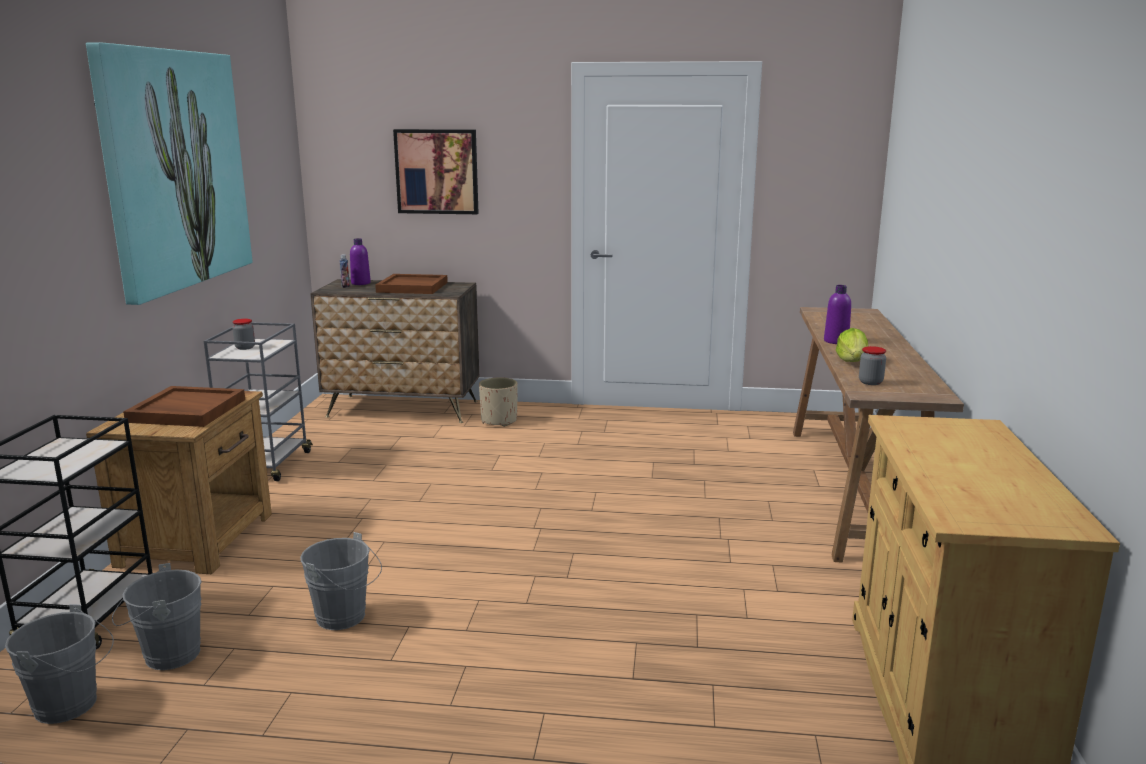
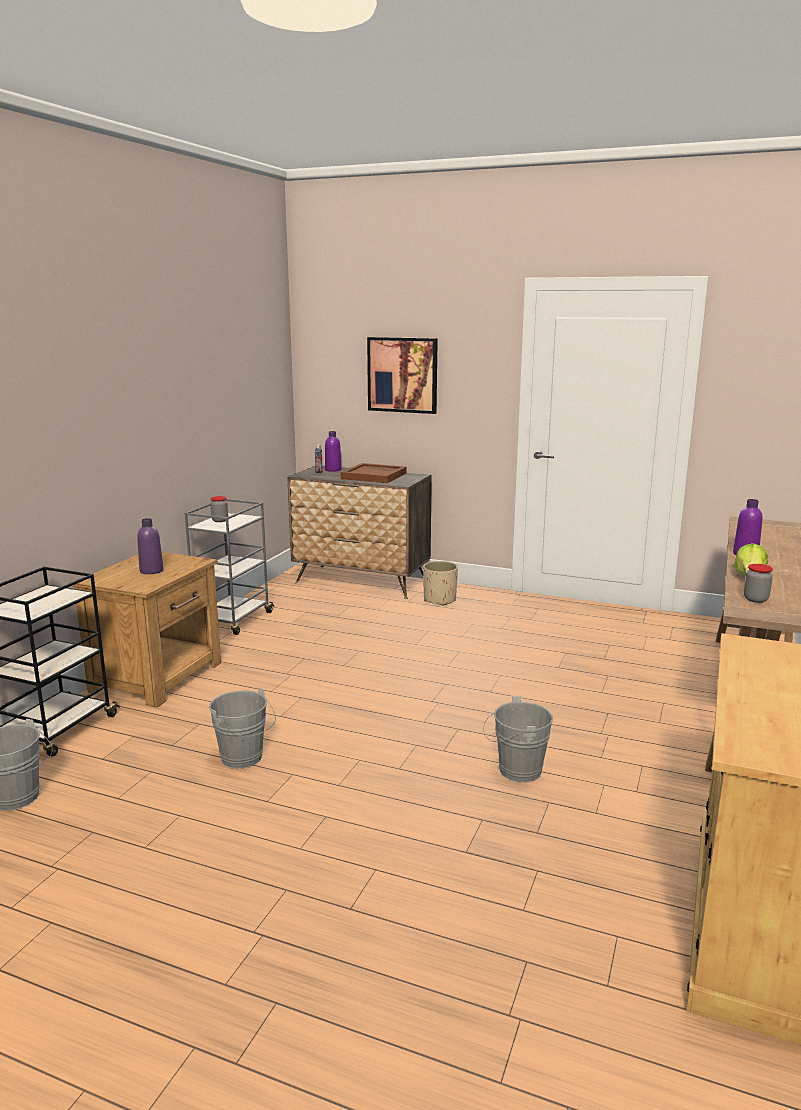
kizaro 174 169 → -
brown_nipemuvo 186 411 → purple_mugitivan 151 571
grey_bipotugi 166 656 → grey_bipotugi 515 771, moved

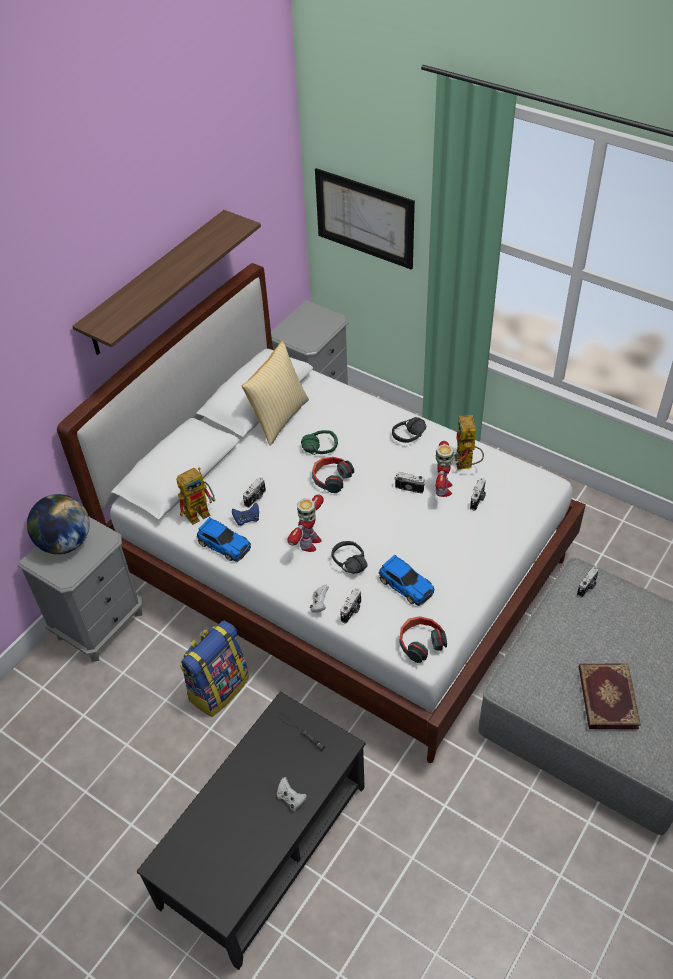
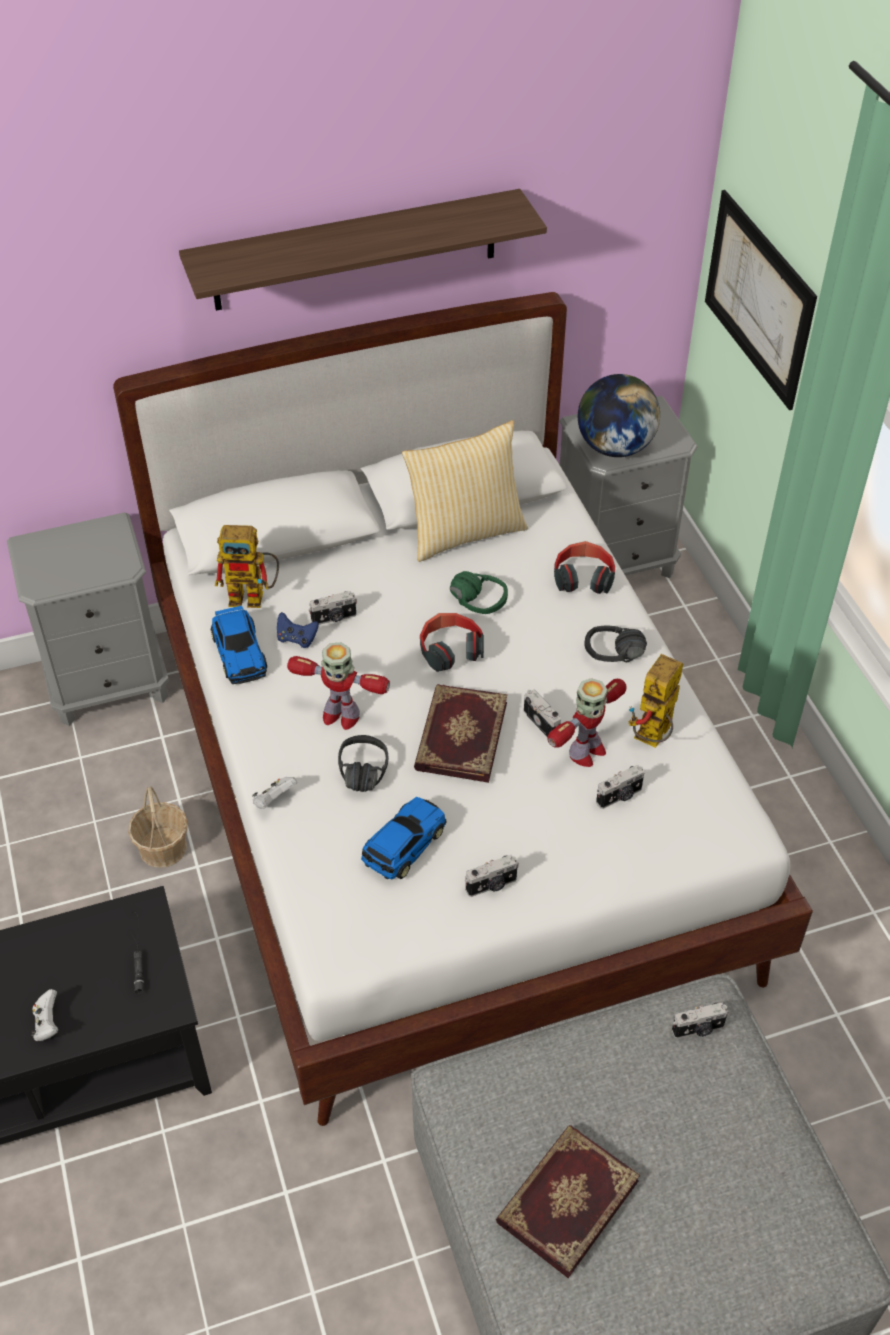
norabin 65 543 → norabin 615 447, moved
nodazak 309 543 → nodazak 340 715, 45 degrees clockwise
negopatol 405 584 → negopatol 402 845, 135 degrees counterclockwise
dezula 352 611 → dezula 492 886, moved
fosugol 420 643 → fosugol 583 577, moved
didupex 218 688 → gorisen 163 847
- → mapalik 459 735

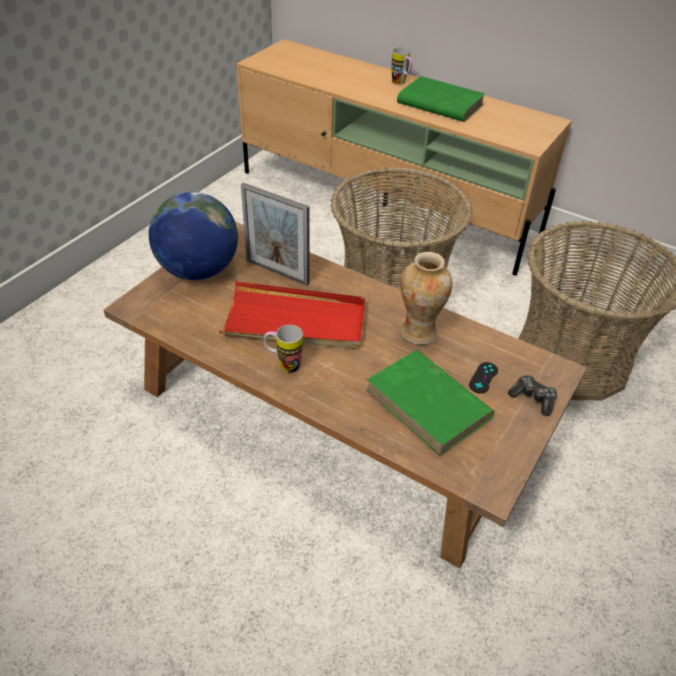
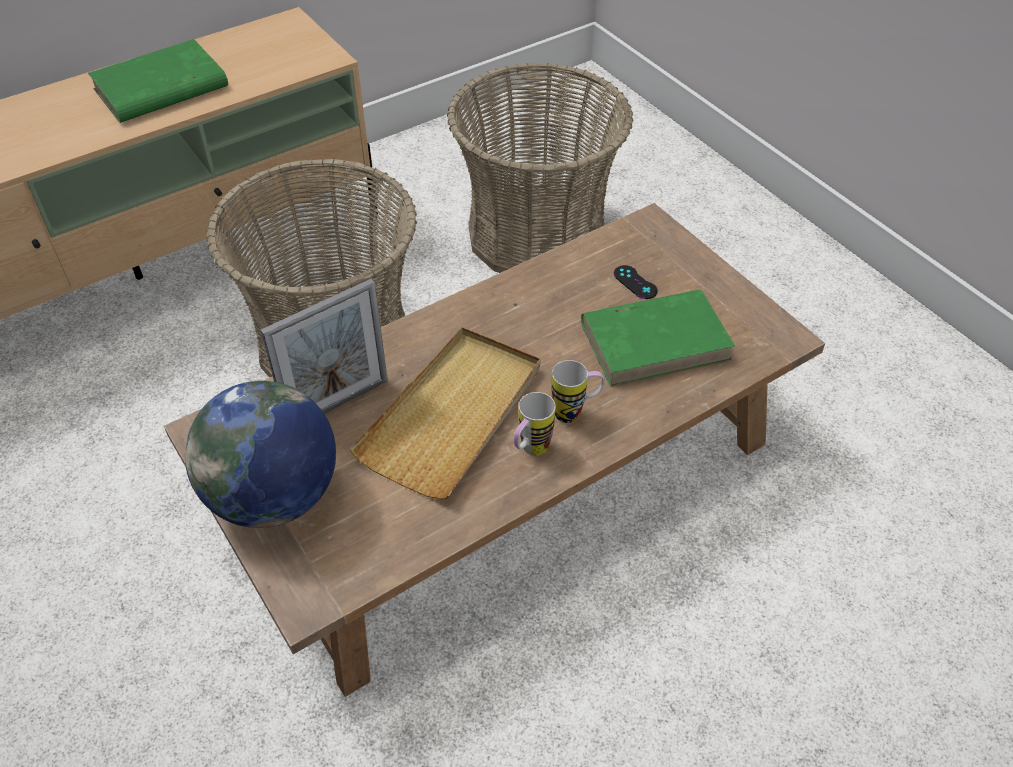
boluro 401 83 → boluro 575 412, moved
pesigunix 419 333 → -
red_nipemuvo 295 321 → beige_nipemuvo 453 414
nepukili 533 399 → -

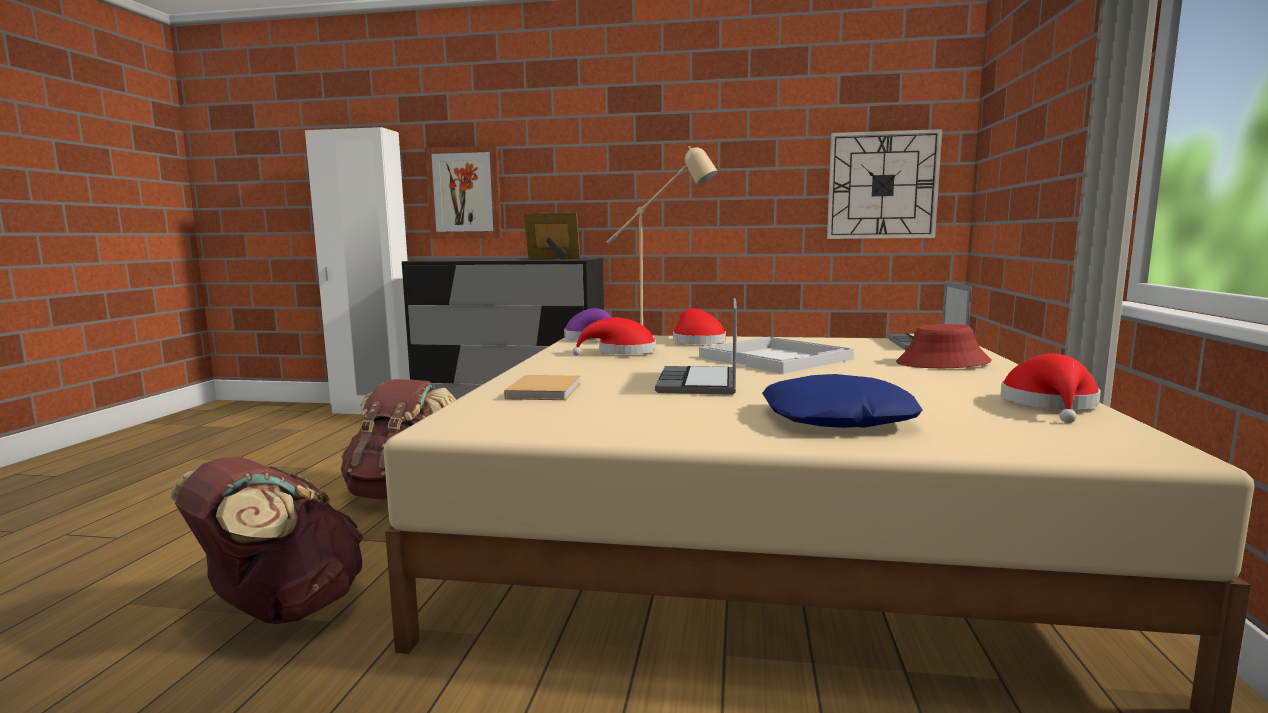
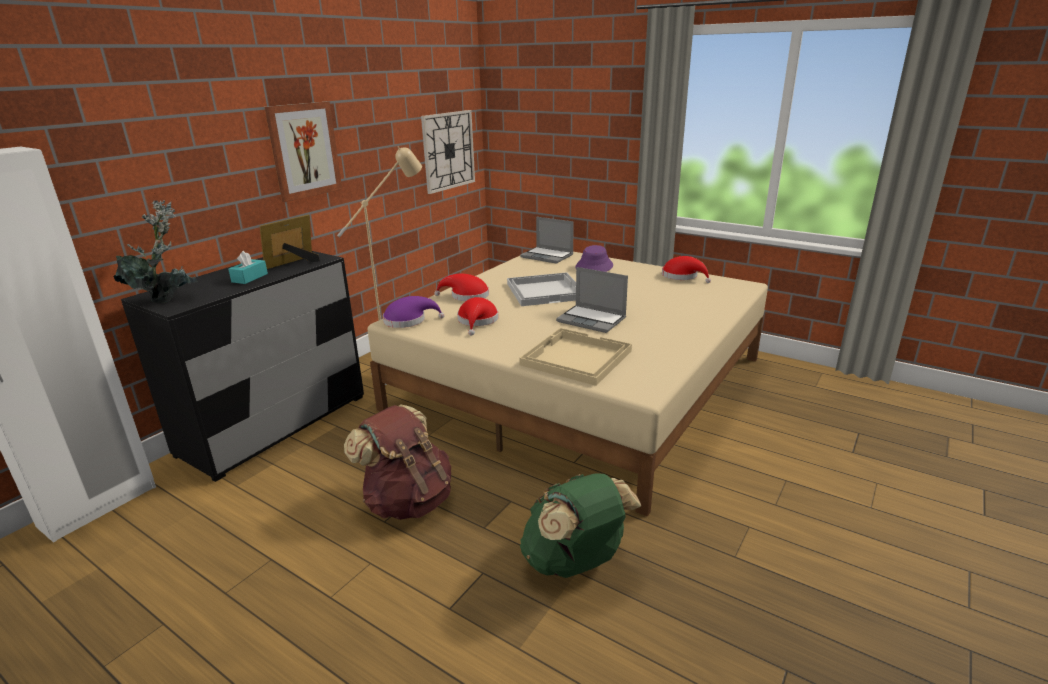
kizaro 464 193 → kizaro 304 150, moved
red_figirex 943 363 → purple_figirex 594 267
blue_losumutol 837 418 → -
beige_mapalik 545 390 → beige_nipemuvo 575 358
brown_didupex 281 609 → green_didupex 575 562
- → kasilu 165 298
- → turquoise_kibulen 250 278

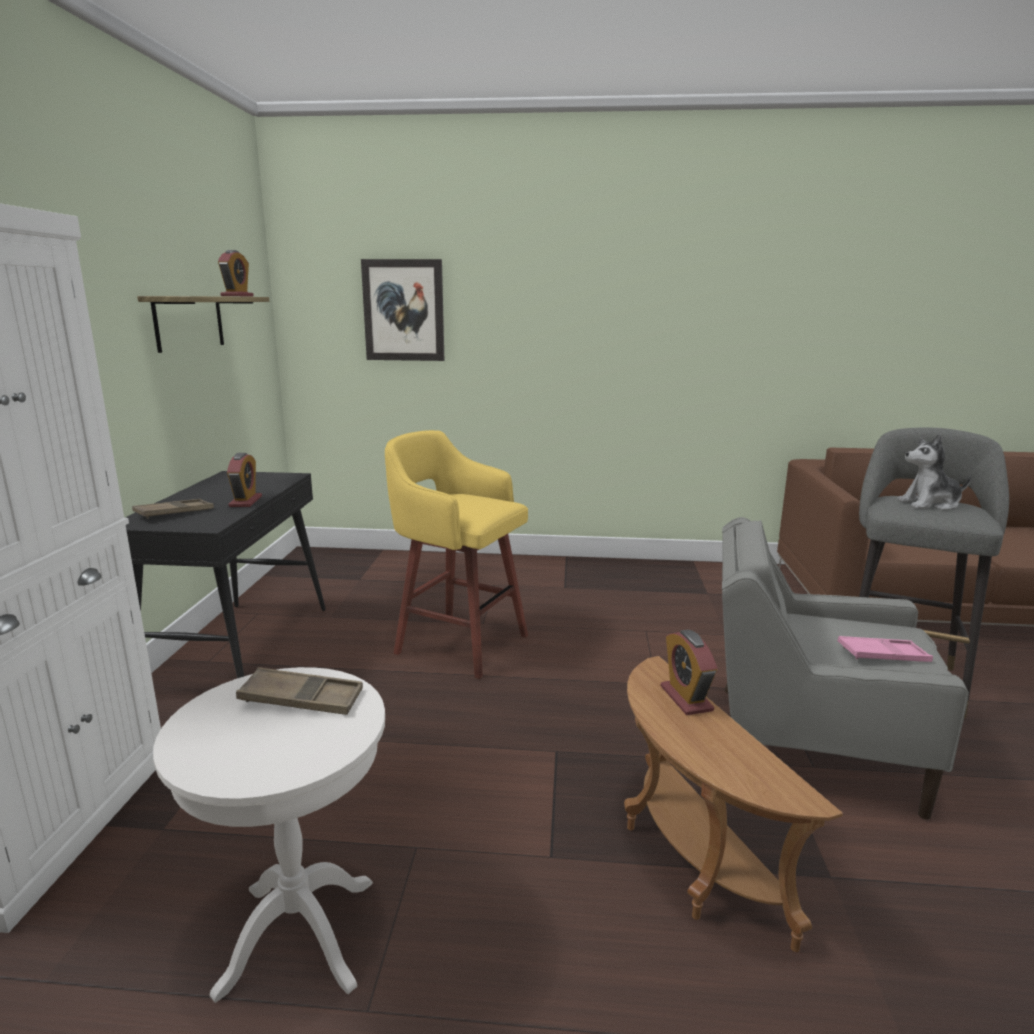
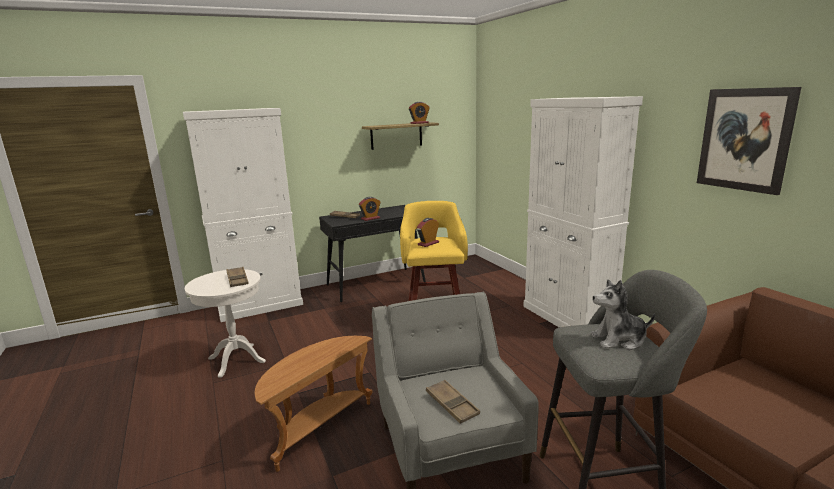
kizaro 404 310 → kizaro 745 139, moved
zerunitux 930 504 → zerunitux 619 340, 60 degrees counterclockwise
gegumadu 686 698 → gegumadu 428 243, moved
pink_nipemuvo 883 655 → brown_nipemuvo 452 405
- → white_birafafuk 568 318

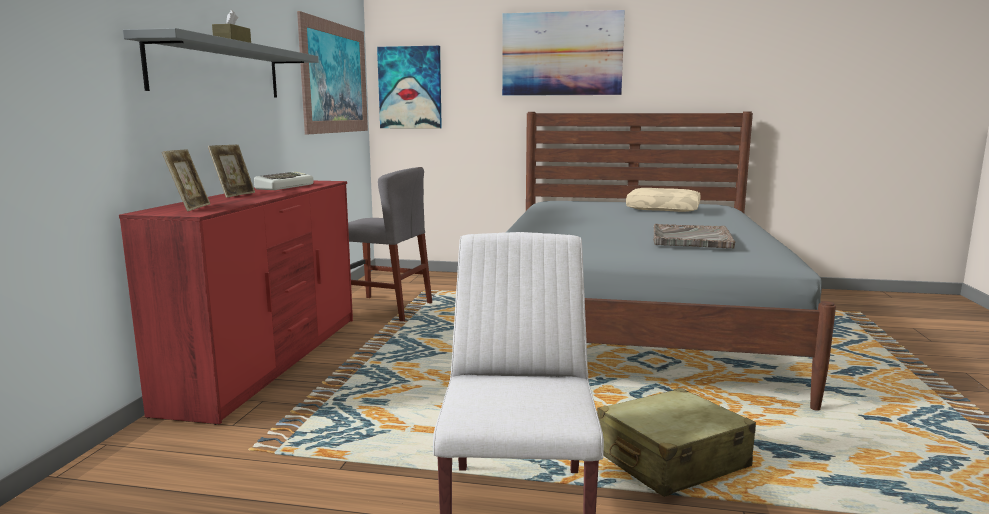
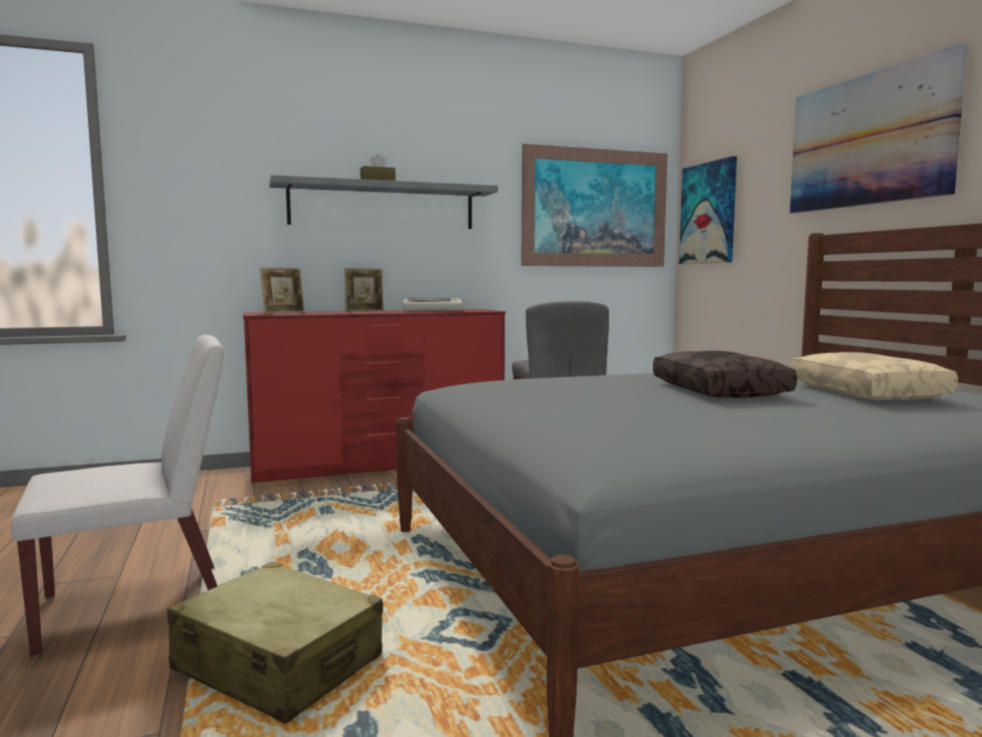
grey_nipemuvo 691 238 → -
- → brown_losumutol 721 390

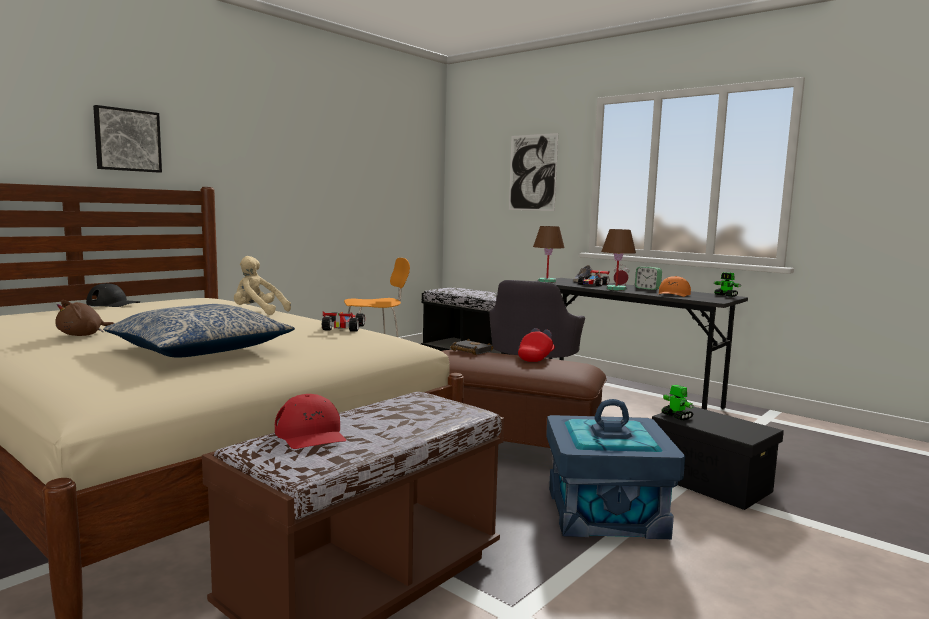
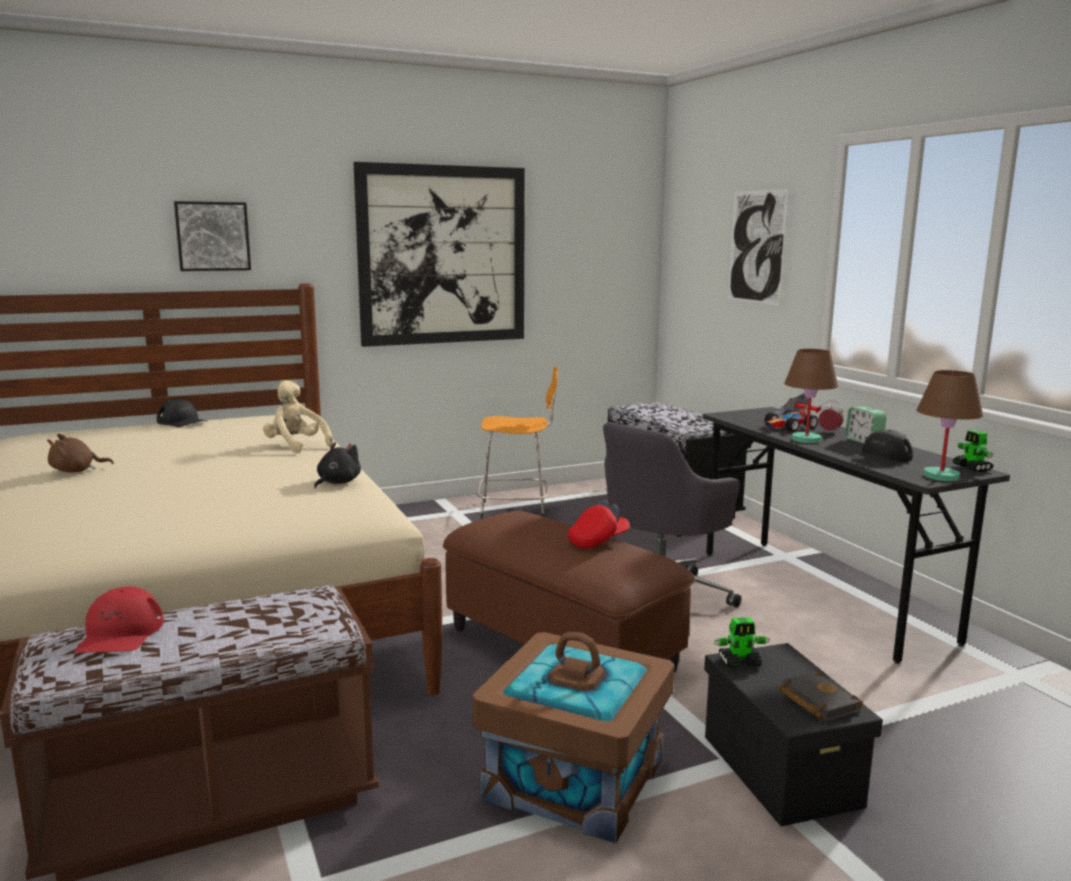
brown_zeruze 547 281 → brown_zeruze 941 476, moved
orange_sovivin 673 294 → black_sovivin 881 458
losumutol 200 349 → -
negopatol 343 328 → black_zerunitux 337 482
black_mapalik 470 351 → black_mapalik 815 701, moved
nodazak 676 416 → nodazak 740 662, 90 degrees clockwise
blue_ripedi 605 512 → brown_ripedi 575 778
- → kizaro 443 255

